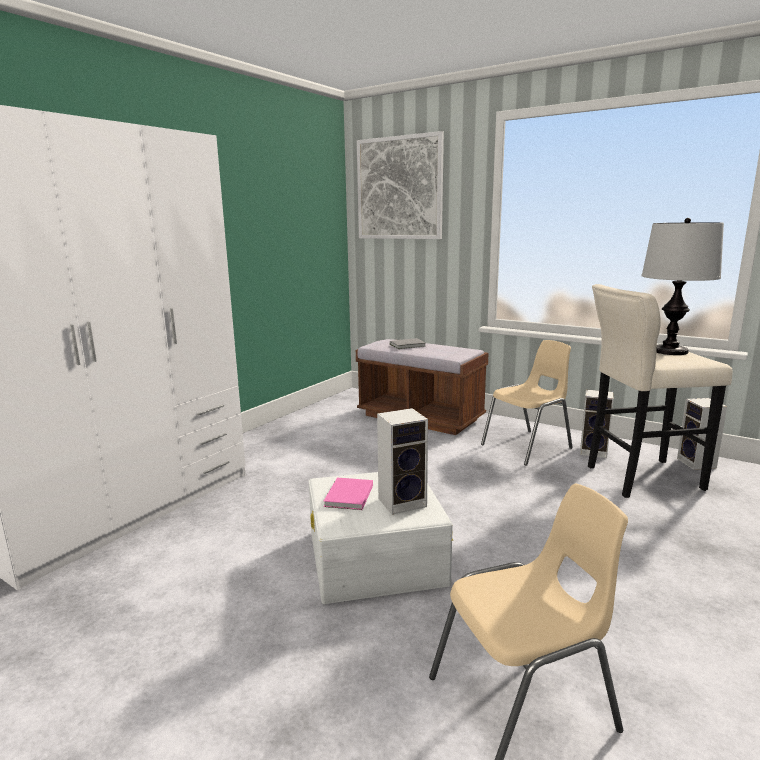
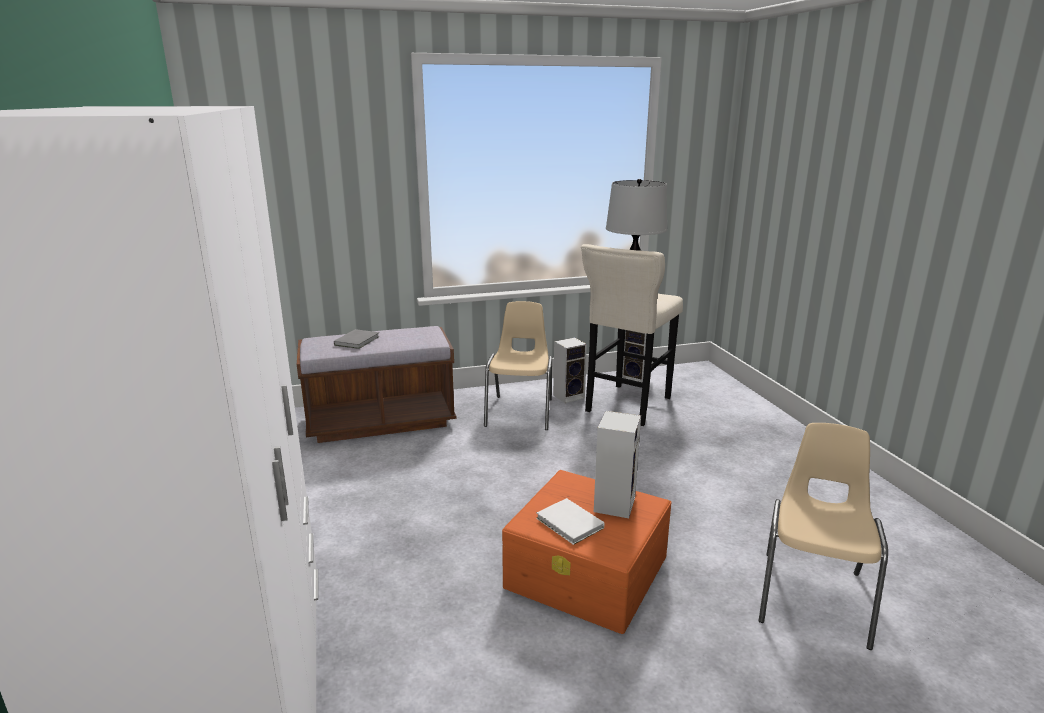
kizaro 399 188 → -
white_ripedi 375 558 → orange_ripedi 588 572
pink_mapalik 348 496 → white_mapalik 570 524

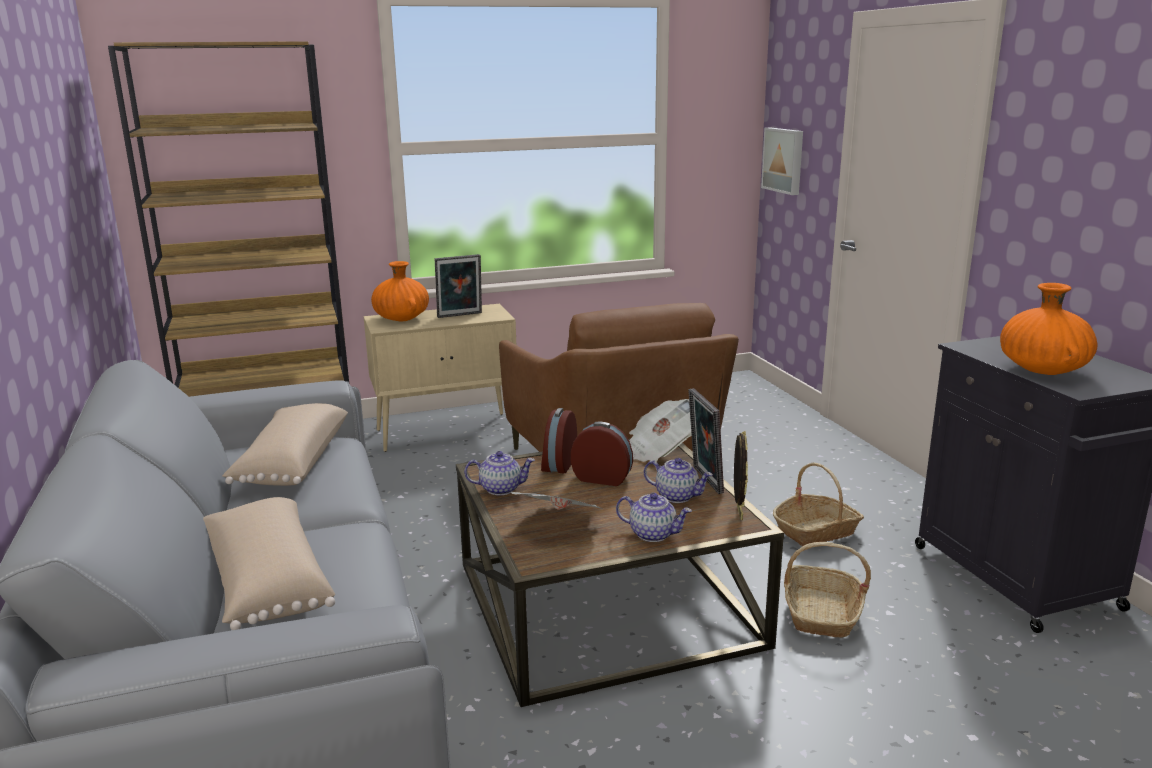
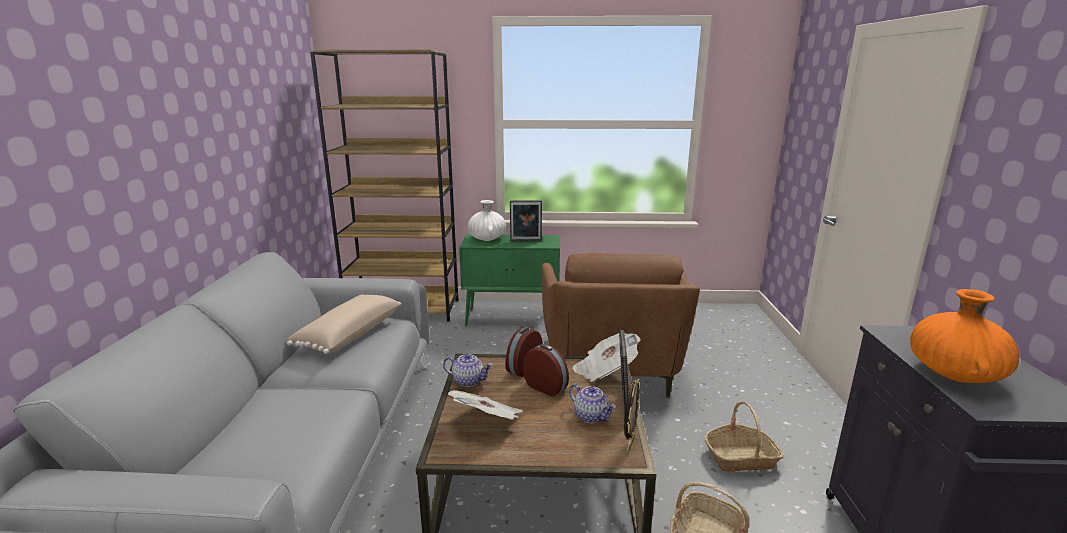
kizaro 784 160 → -
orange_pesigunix 402 319 → white_pesigunix 487 239
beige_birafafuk 447 432 → green_birafafuk 513 318
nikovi 653 534 → -
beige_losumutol 265 583 → -

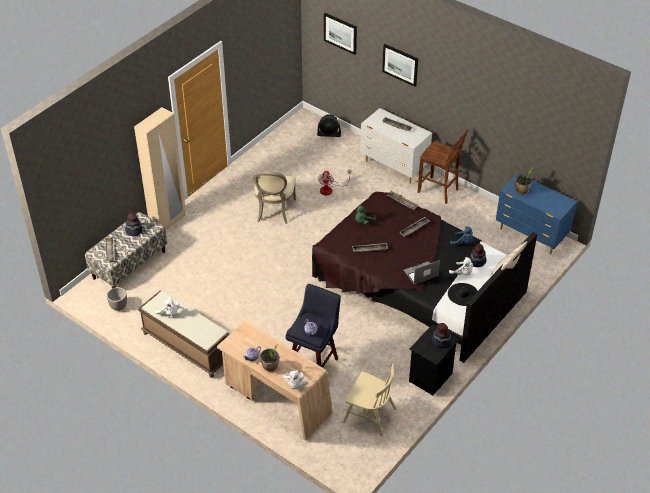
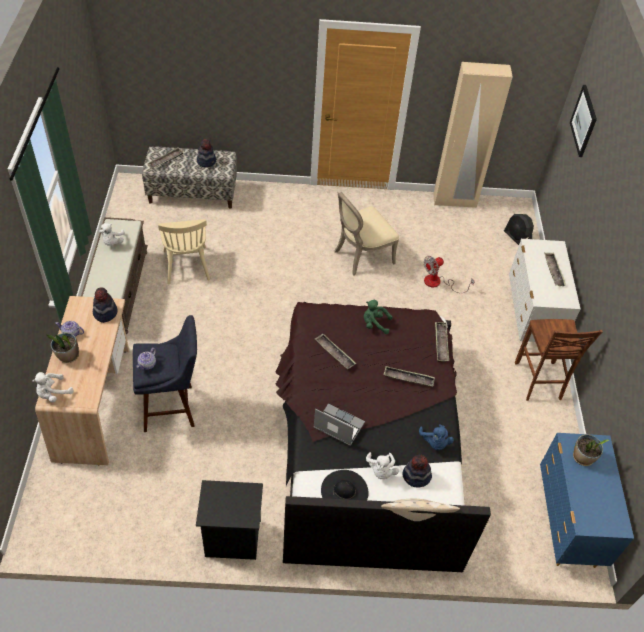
kizaro 400 64 → -
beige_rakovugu 168 222 → beige_rakovugu 454 201, moved
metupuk 118 306 → -
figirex 441 341 → figirex 105 313, moved
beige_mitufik 369 415 → beige_mitufik 186 265, moved

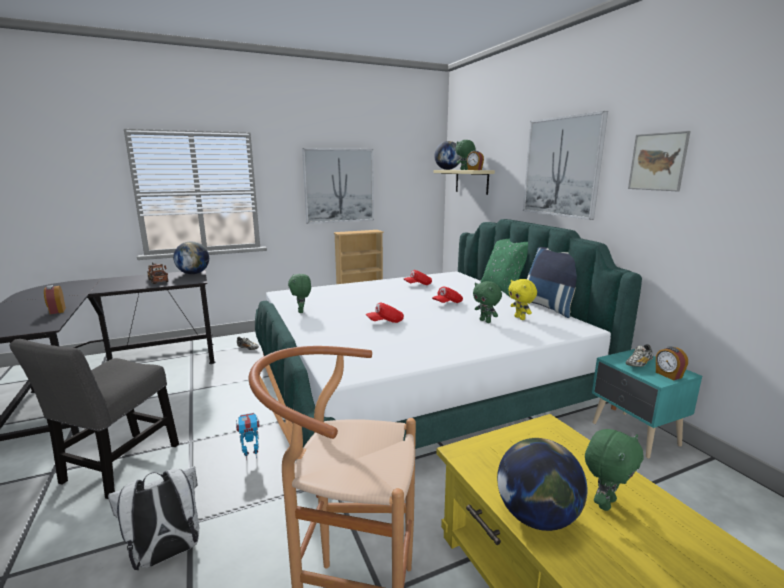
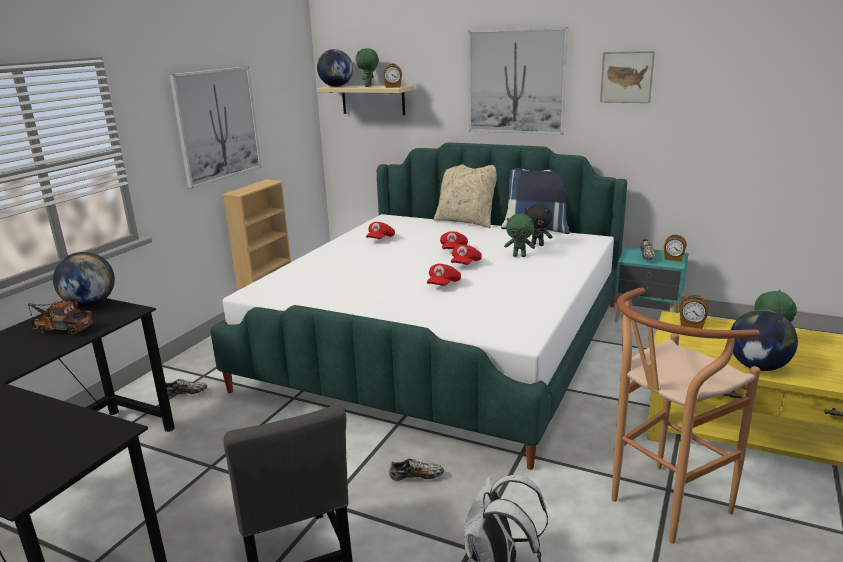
green_losumutol 503 289 → beige_losumutol 466 221
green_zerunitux 301 311 → -
yellow_zerunitux 520 318 → black_zerunitux 537 245
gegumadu 57 311 → gegumadu 691 325, moved
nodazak 251 455 → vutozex 416 477
- → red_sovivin 465 264

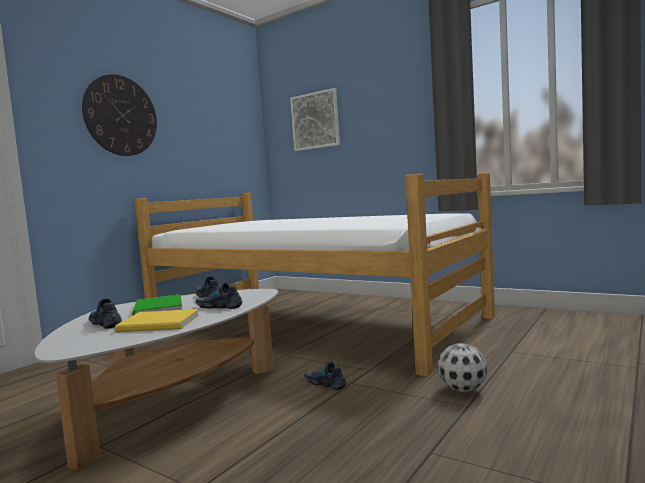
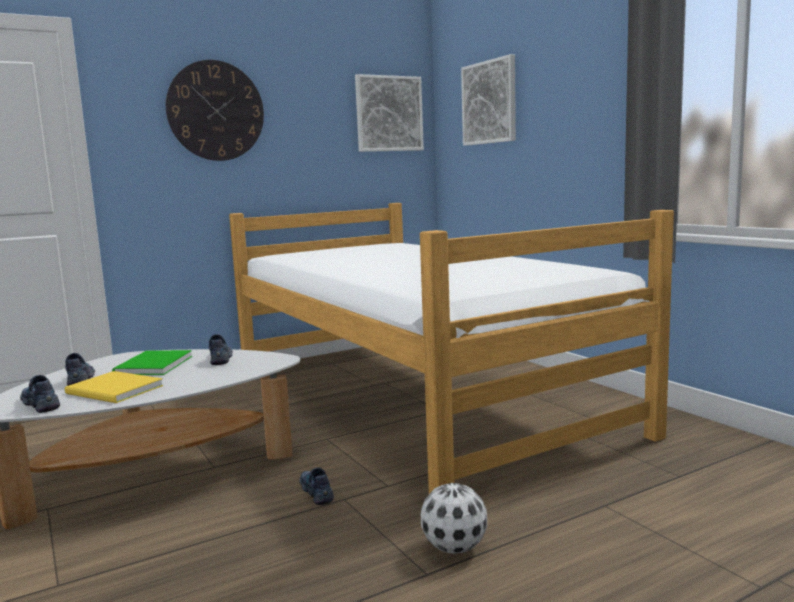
vutozex 219 306 → vutozex 41 404, moved
- → kizaro 389 114

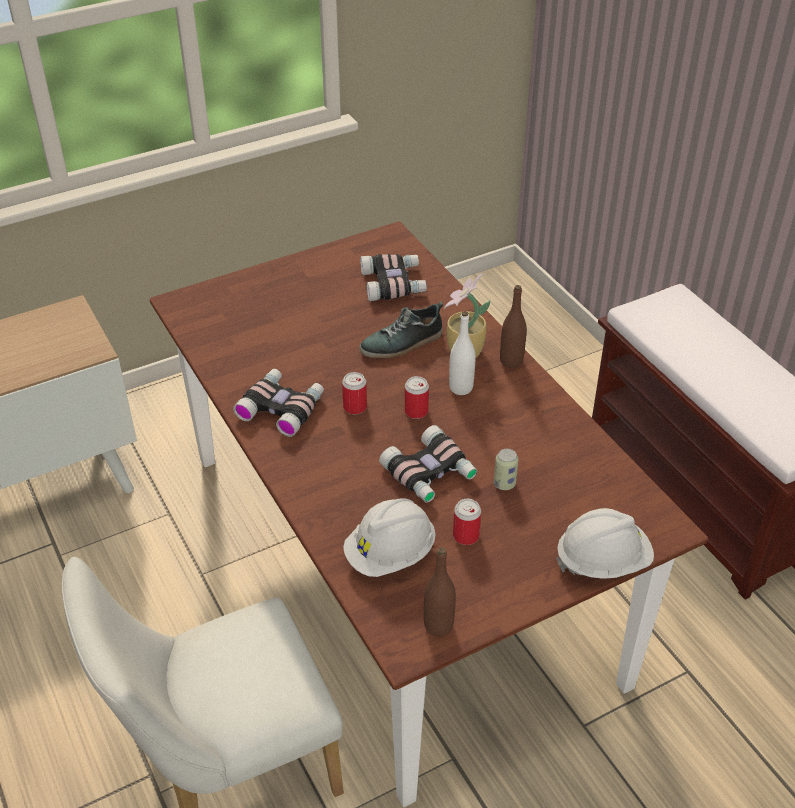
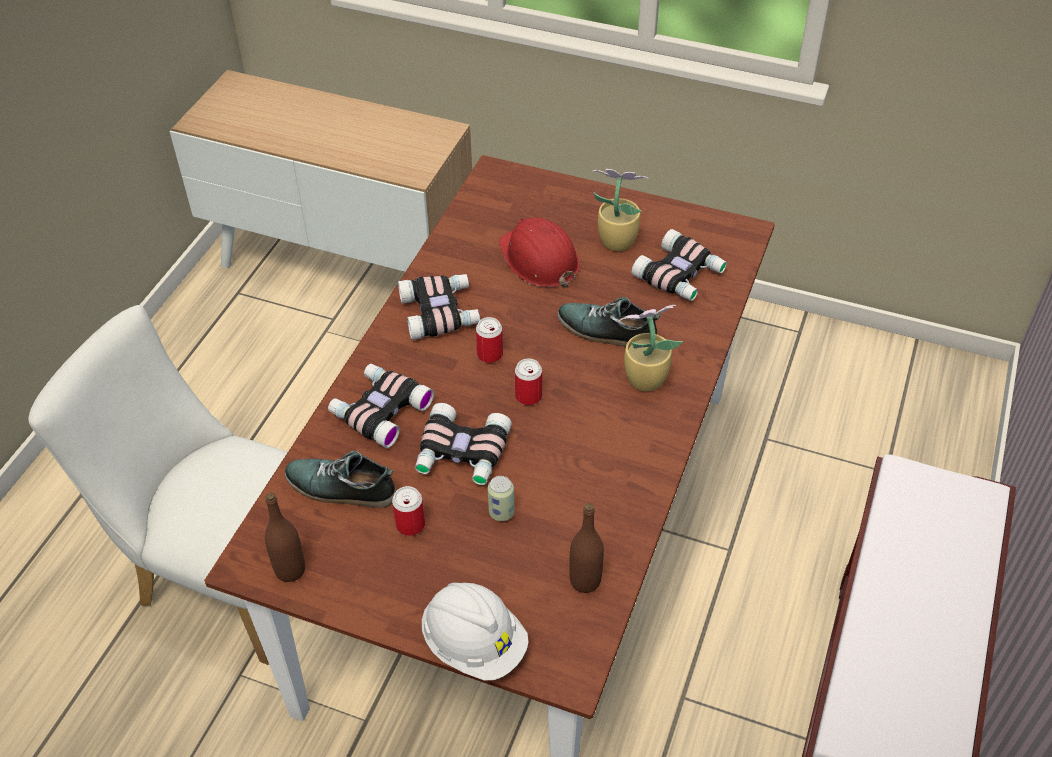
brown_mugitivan 511 361 → brown_mugitivan 585 581, moved
white_mugitivan 461 388 → -
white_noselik 390 555 → vutozex 340 488
- → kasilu 615 240
- → red_noselik 539 259
- → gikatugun 379 410

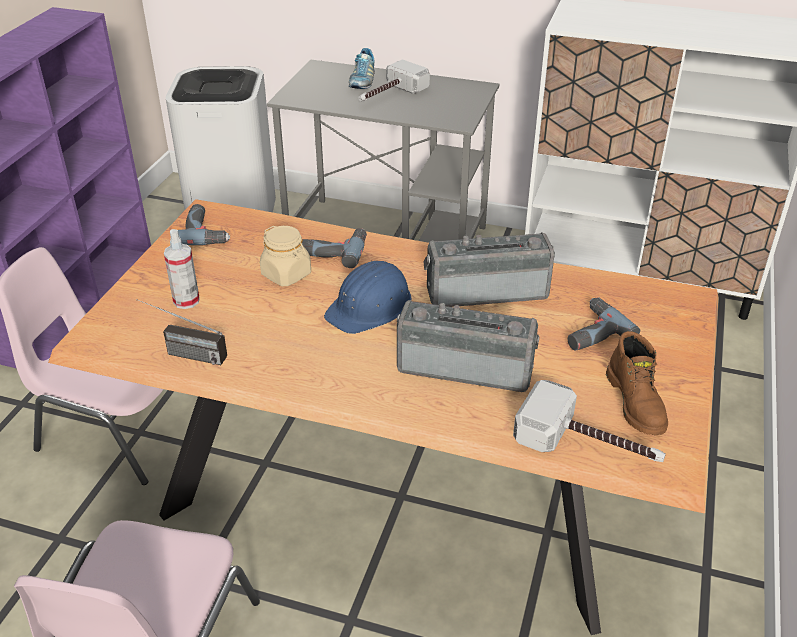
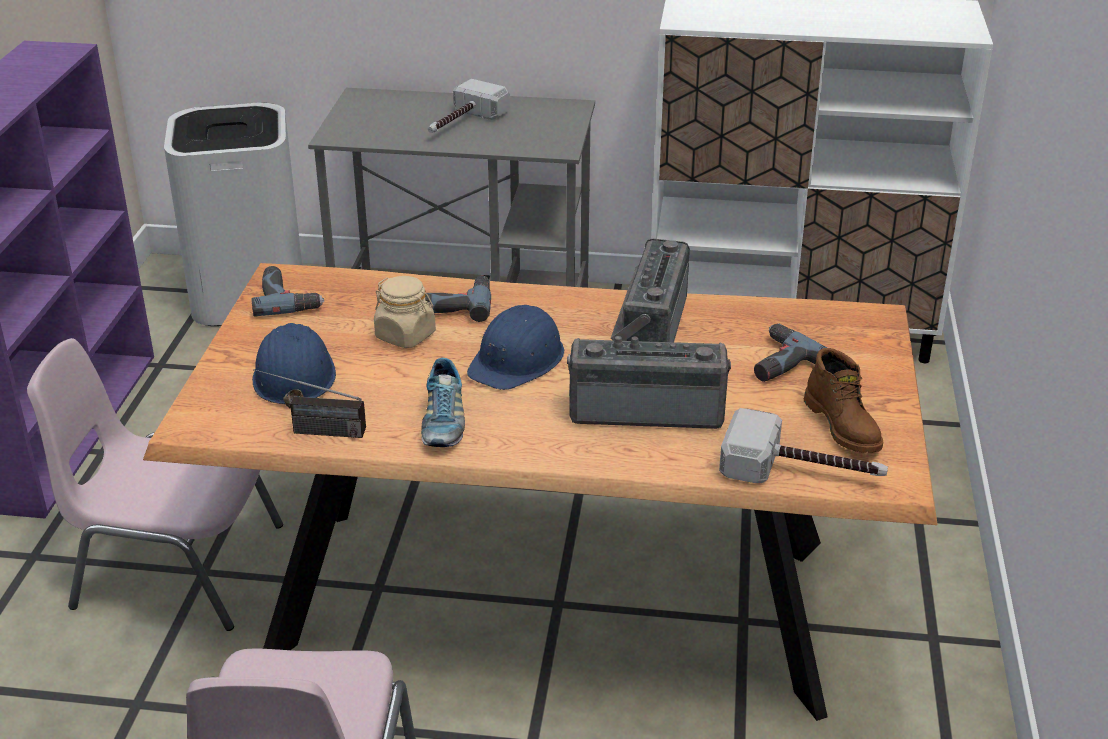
vutozex 362 81 → vutozex 443 423, moved
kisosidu 186 301 → blue_noselik 294 375
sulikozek 486 290 → sulikozek 647 330, 60 degrees counterclockwise

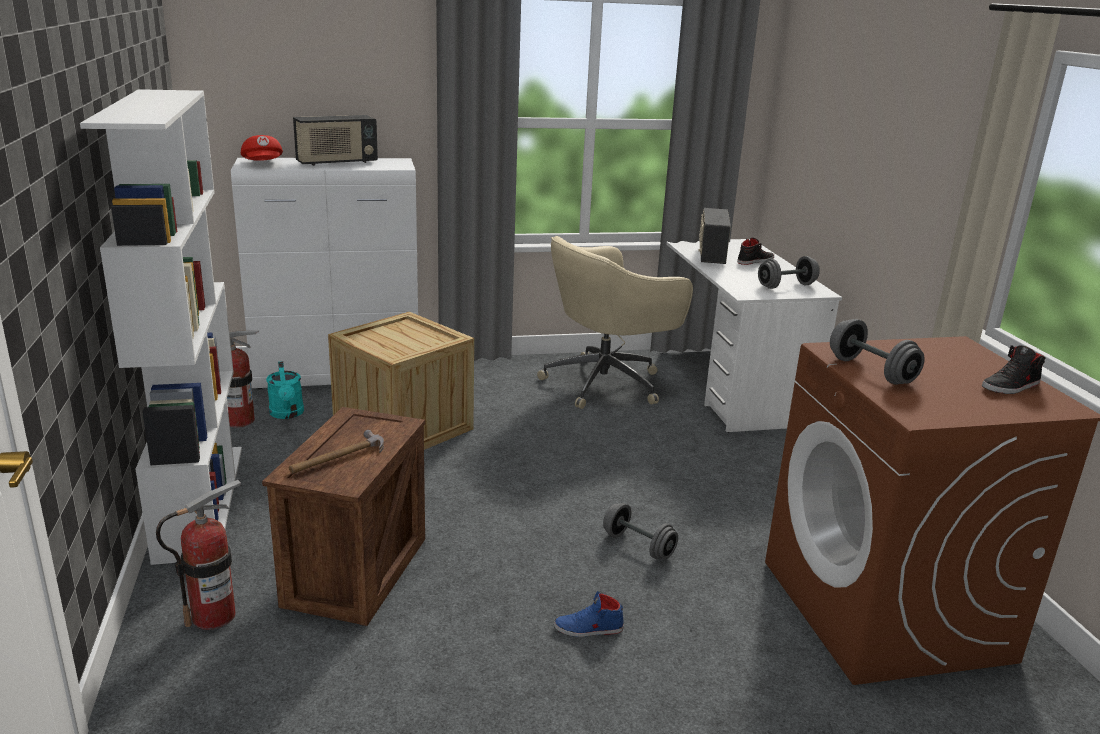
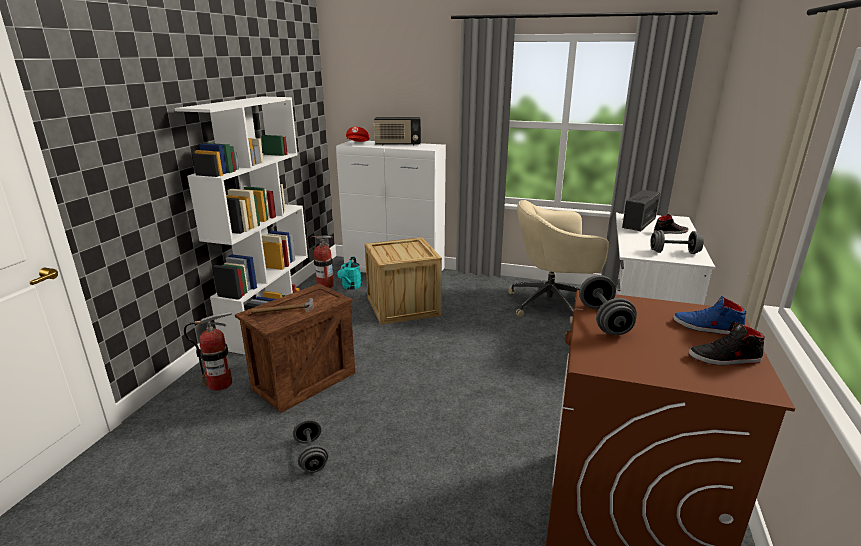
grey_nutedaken 638 546 → grey_nutedaken 311 455, moved
blue_vutozex 588 629 → blue_vutozex 707 328, moved

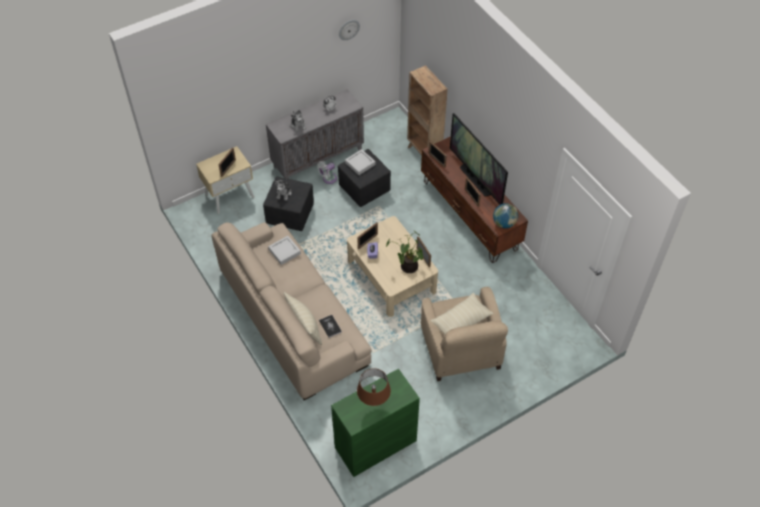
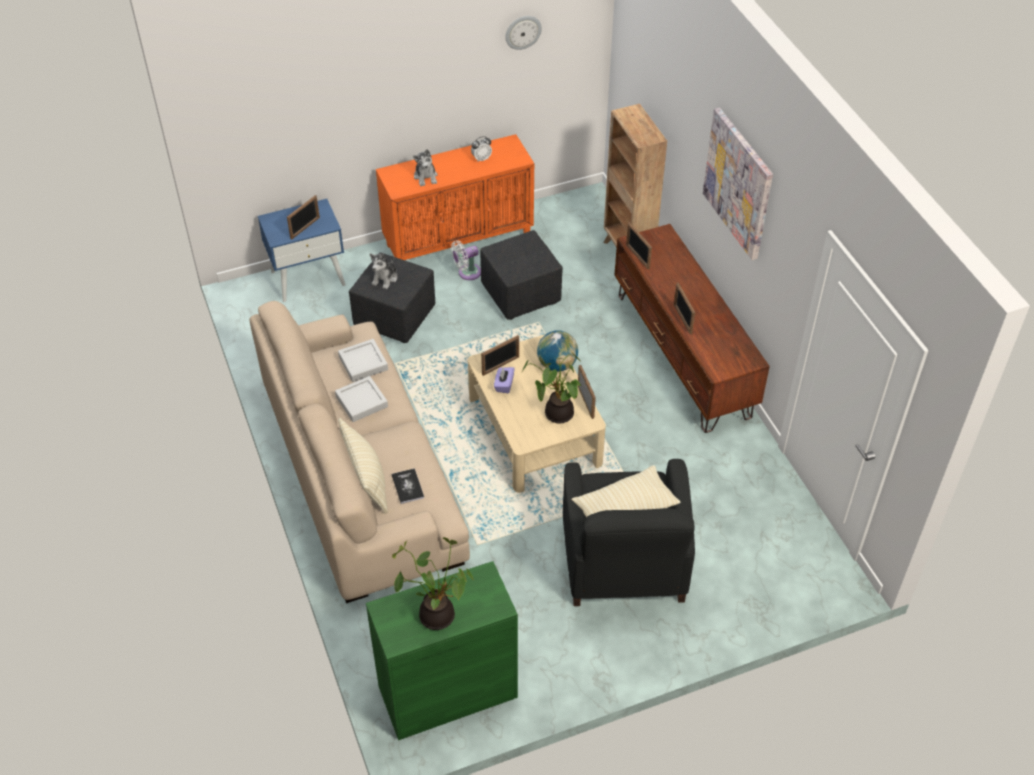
grey_birafafuk 318 157 → orange_birafafuk 459 239
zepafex 476 180 → -
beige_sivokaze 230 195 → blue_sivokaze 308 278
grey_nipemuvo 360 164 → grey_nipemuvo 361 402, moved
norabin 504 223 → norabin 557 365, moved
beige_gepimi 461 349 → black_gepimi 624 561
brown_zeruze 373 404 → kasilu 437 613
- → kizaro 739 183

